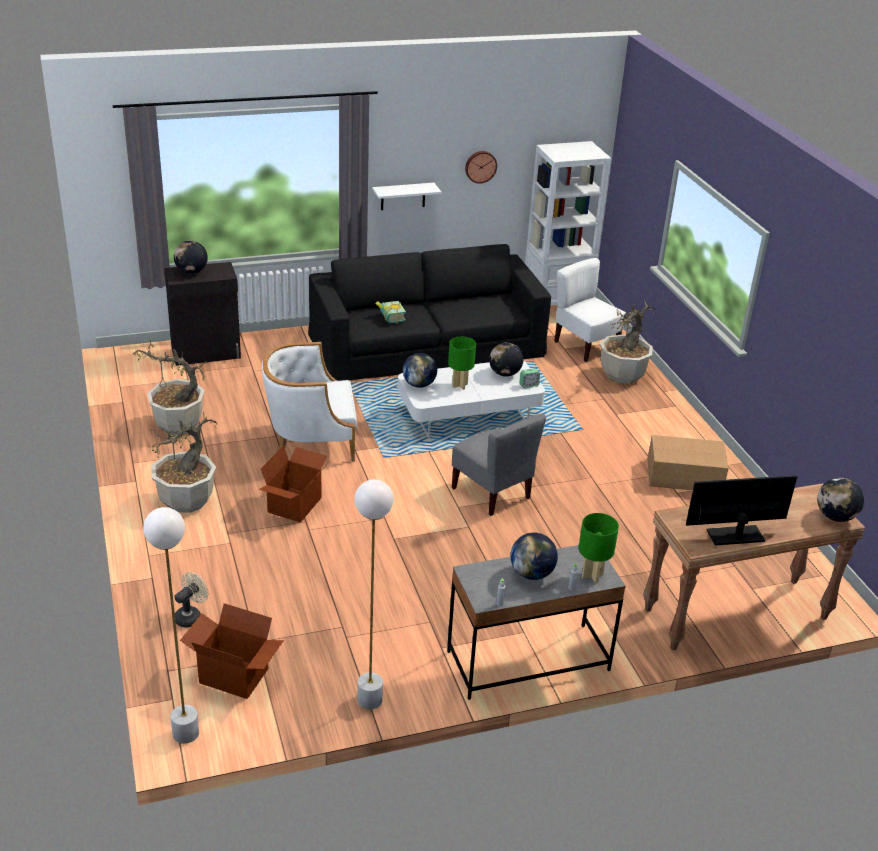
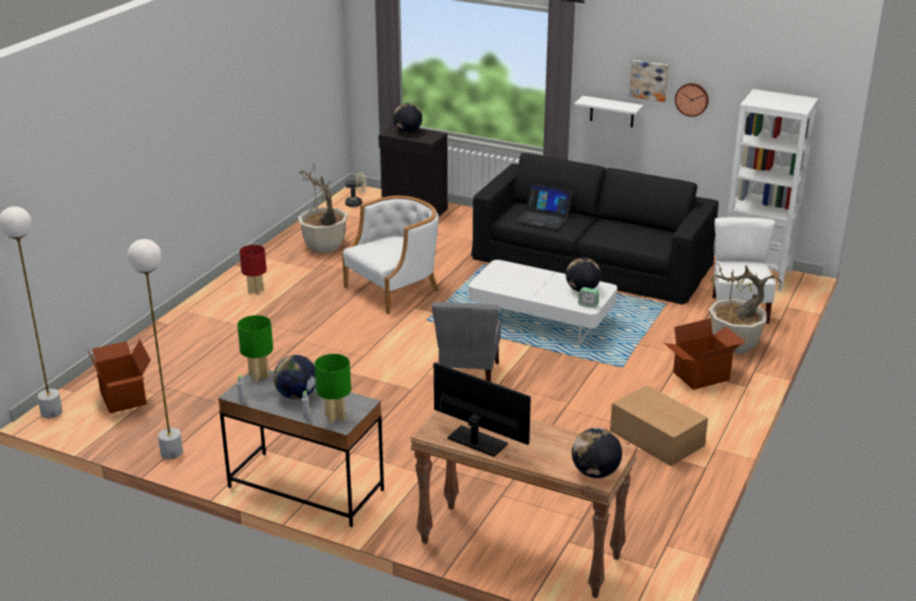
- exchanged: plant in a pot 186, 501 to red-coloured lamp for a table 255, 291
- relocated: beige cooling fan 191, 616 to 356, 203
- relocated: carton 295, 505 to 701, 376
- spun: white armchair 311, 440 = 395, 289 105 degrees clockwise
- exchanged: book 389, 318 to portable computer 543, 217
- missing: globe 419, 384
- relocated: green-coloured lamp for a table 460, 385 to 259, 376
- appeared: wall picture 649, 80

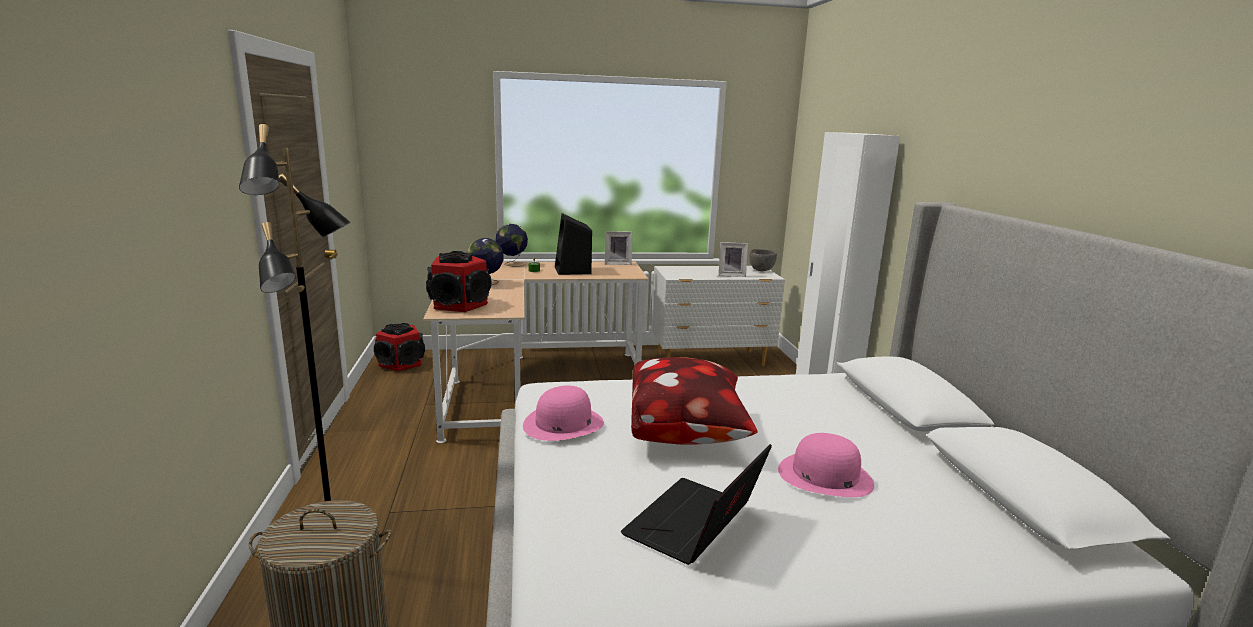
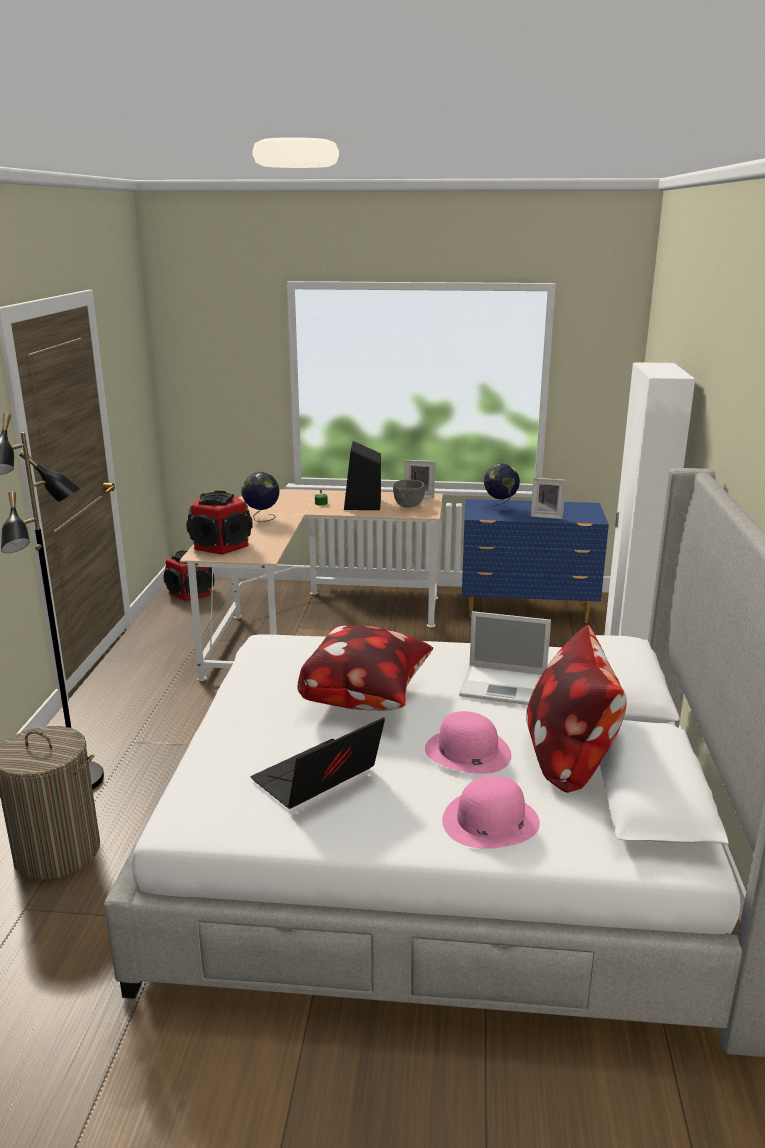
- relocated: globe 512, 264 to 500, 508
- relocated: pinkish hat 563, 424 to 490, 821
- colour: white chest of drawers 711, 360 to bluish chest of drawers 528, 611
- relocated: greyish serving bowl 761, 270 to 408, 505
- appeared: portable computer 505, 686
- appeared: pillow 569, 757

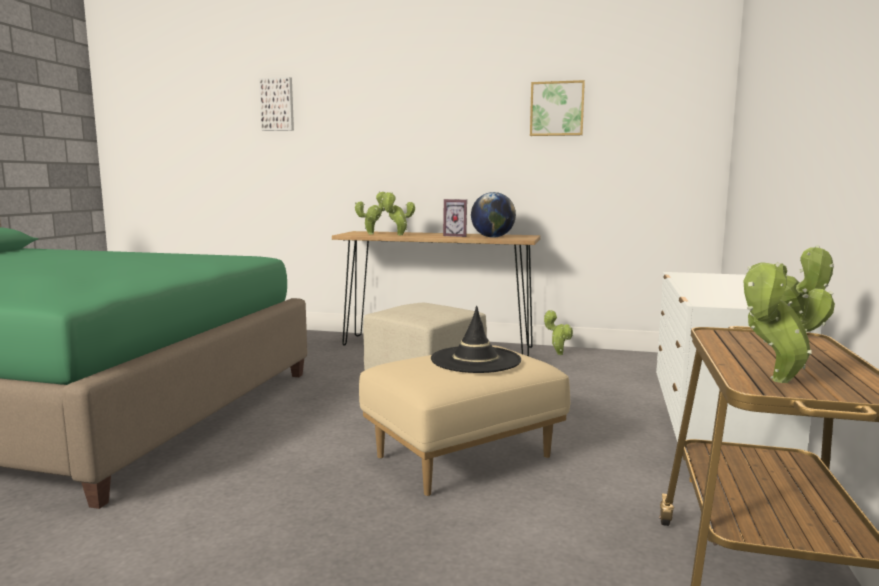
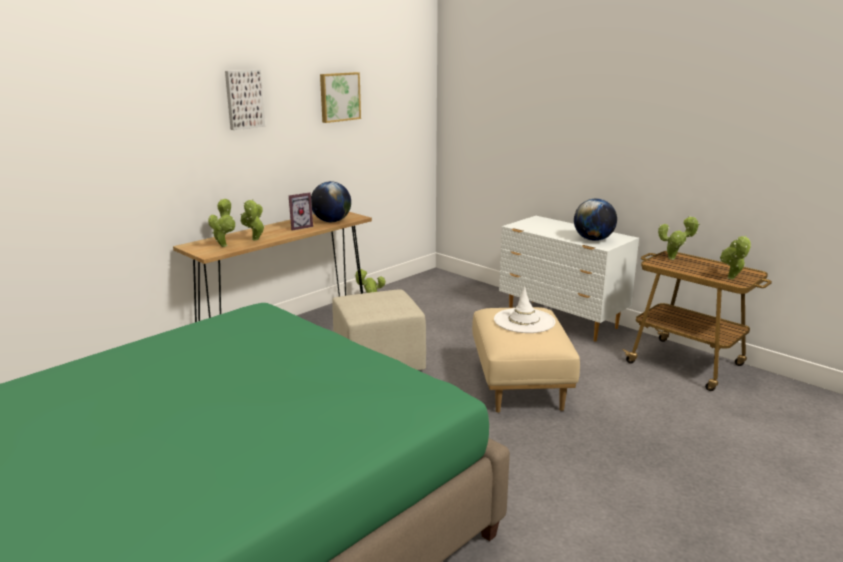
- relocated: wall picture 277, 104 to 244, 99
- colour: black-coloured hat 475, 360 to white hat 524, 321
- appeared: globe 593, 240

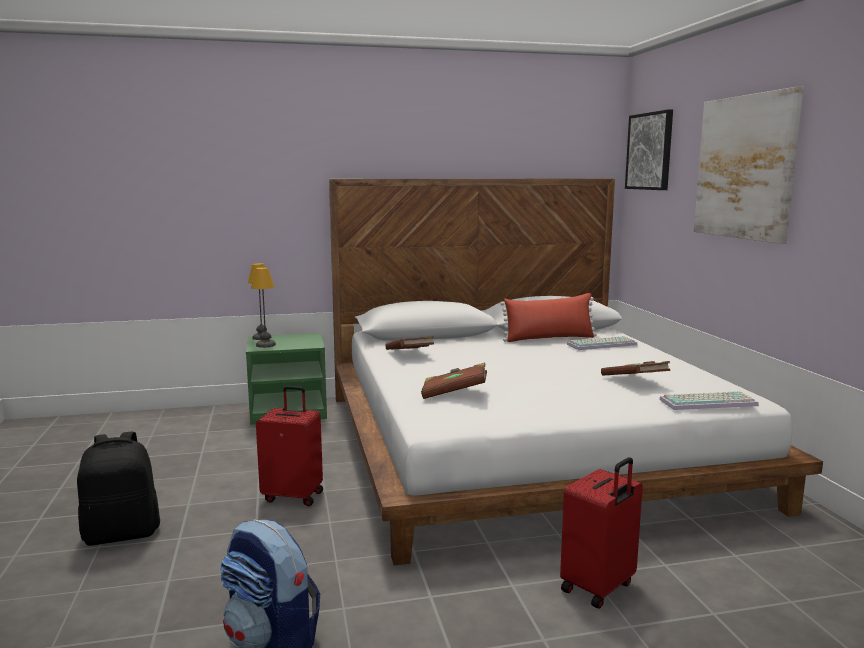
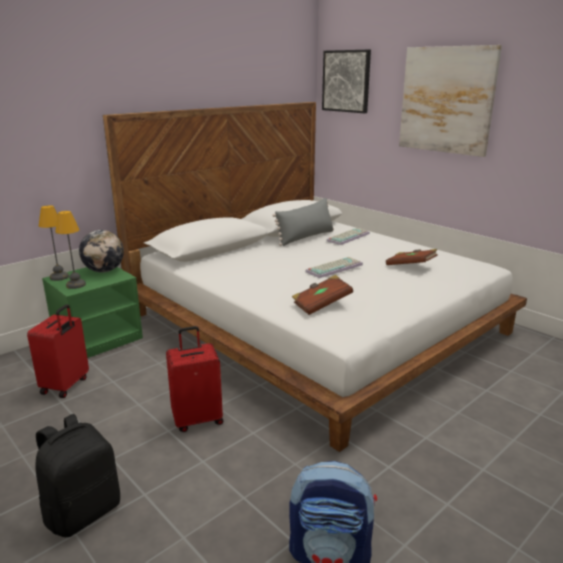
- missing: brown book 410, 354
- colour: red-coloured pillow 549, 338 to greyish pillow 305, 237
- relocated: red-coloured travel case 599, 588 to 66, 386
- relocated: keyboard 708, 402 to 334, 268
- appeared: globe 104, 271

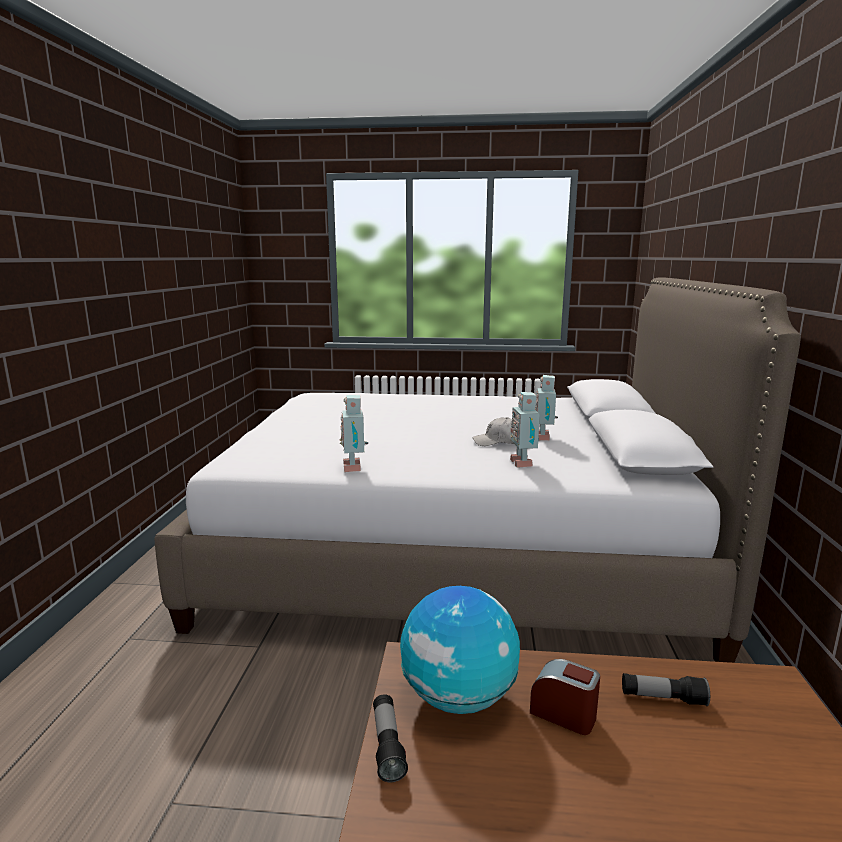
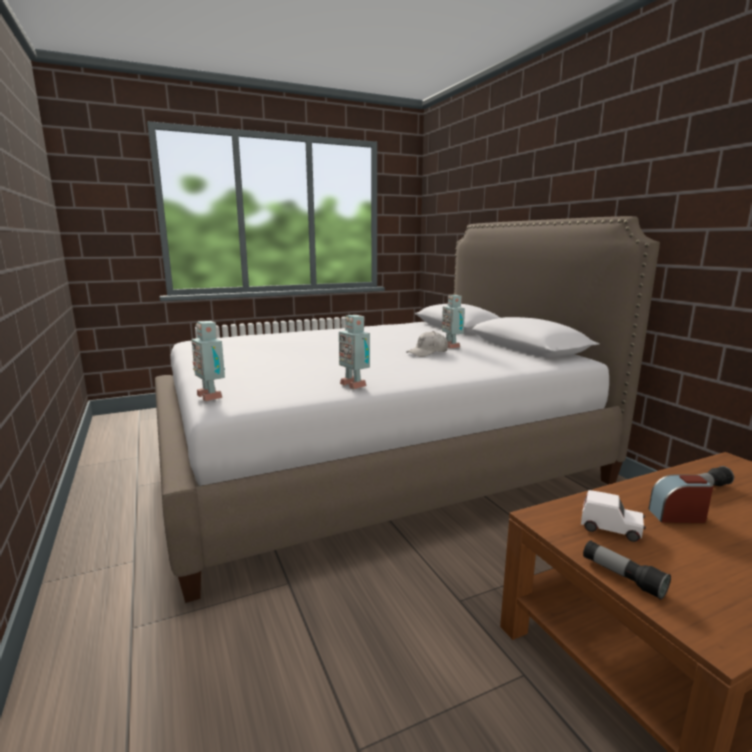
- exchanged: globe 459, 697 to white miniature car 611, 529
- relocated: toy robot 523, 463 to 211, 396

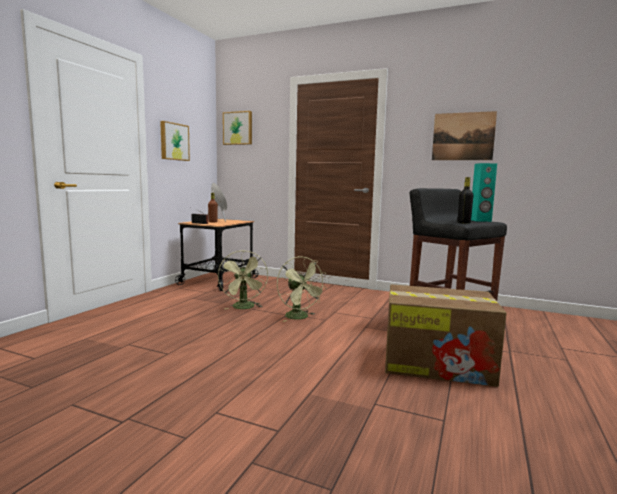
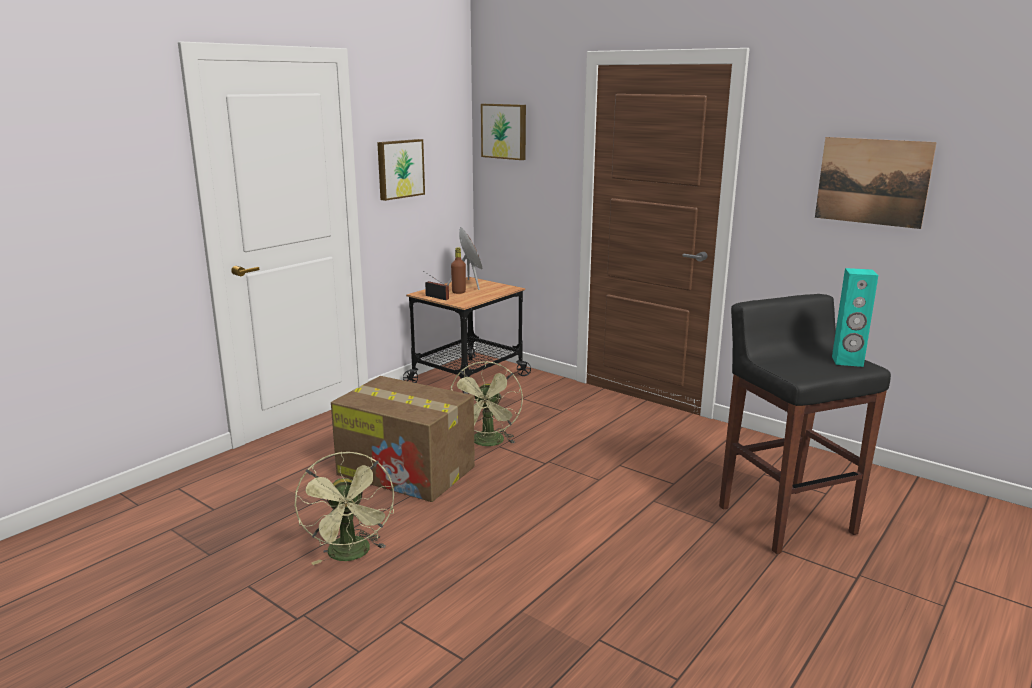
- relocated: green-coloured cooling fan 300, 317 to 351, 555
- relocated: carton 438, 363 to 408, 471
- missing: black-coloured beverage bottle 463, 223

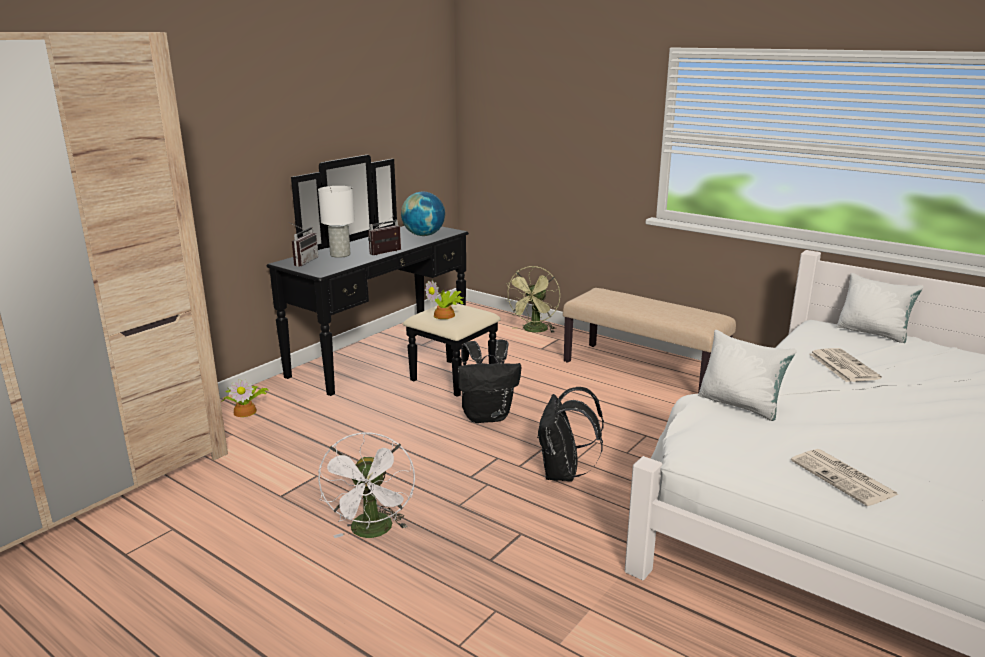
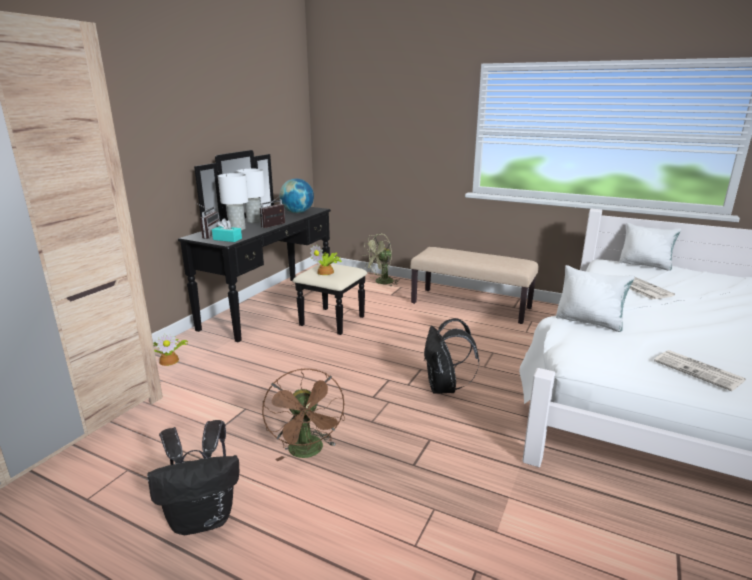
- colour: white cooling fan 373, 532 to brown cooling fan 308, 452
- relocated: black-coloured backpack 487, 416 to 203, 518
- spun: green-coloured cooling fan 534, 330 = 381, 282 45 degrees clockwise
- appeared: turquoise-coloured box of tissues 227, 239
- appeared: white lamp for a table 254, 221

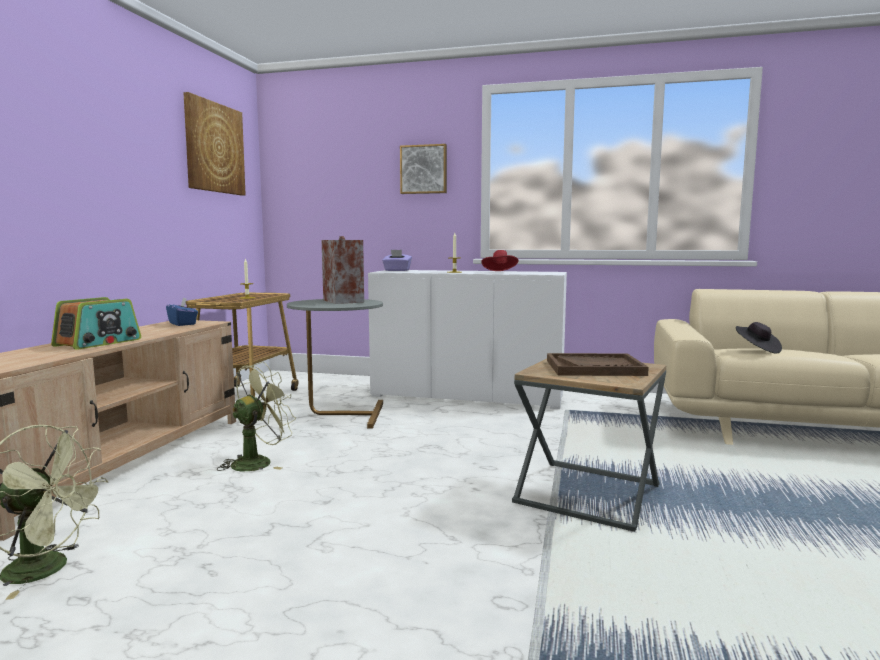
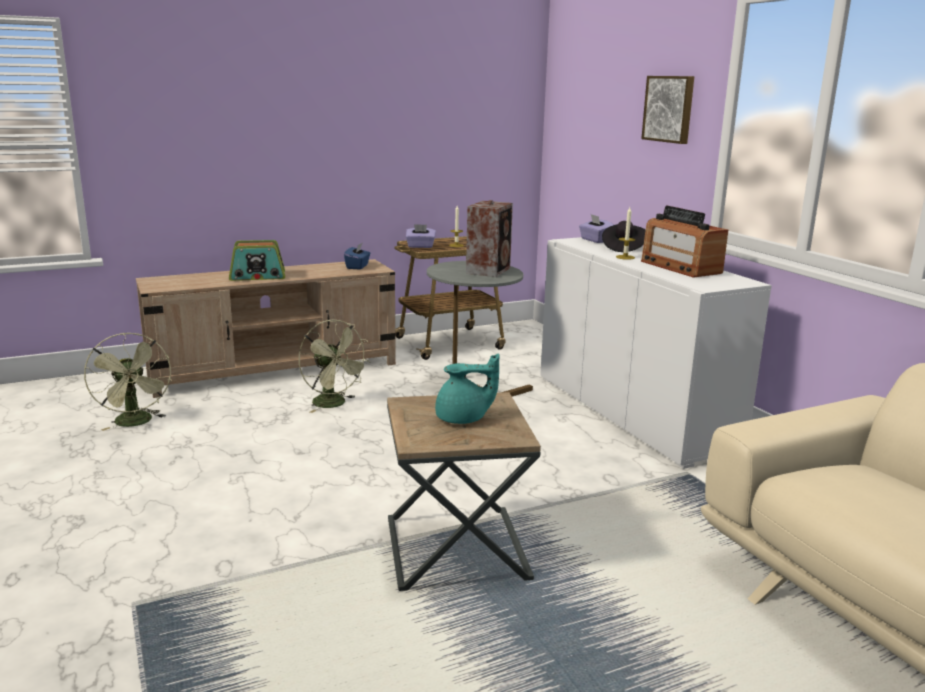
- missing: wall picture 214, 148
- spun: green-coloured cooling fan 258, 462 = 334, 404 45 degrees clockwise
- exchanged: red-coloured hat 500, 272 to radio 680, 267
- exchanged: brown serving tray 594, 368 to turquoise-coloured tea pot 463, 419
- relocated: black-coloured hat 757, 349 to 623, 248
- appeared: purple box of tissues 420, 246

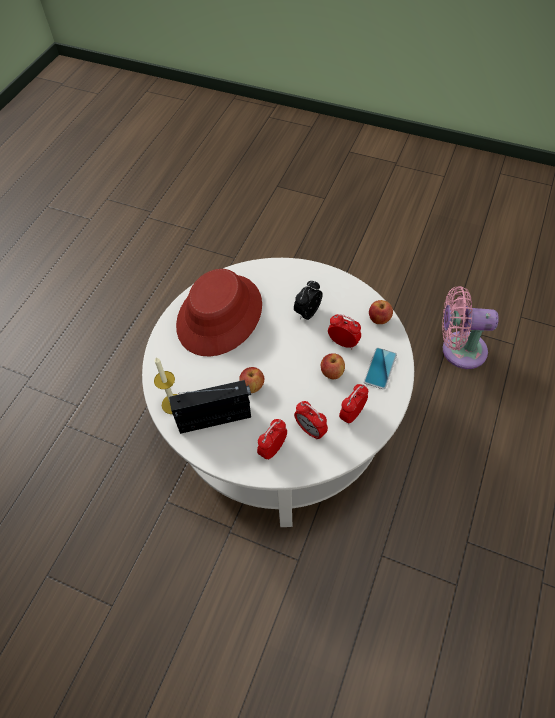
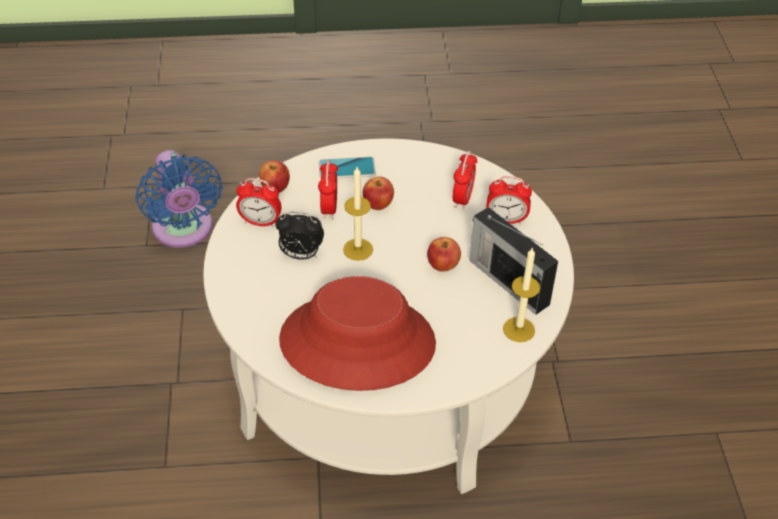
- relocated: table clock 352, 414 to 260, 222
- colour: pinkish cooling fan 459, 349 to bluish cooling fan 184, 231
- appeared: wax candle 358, 249

